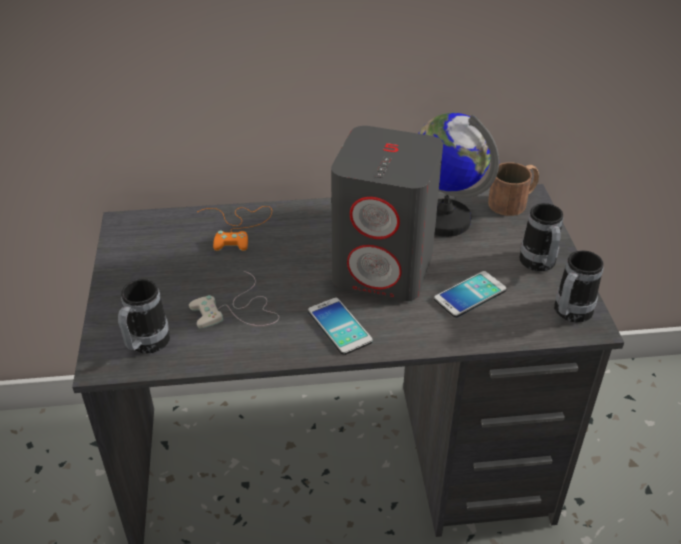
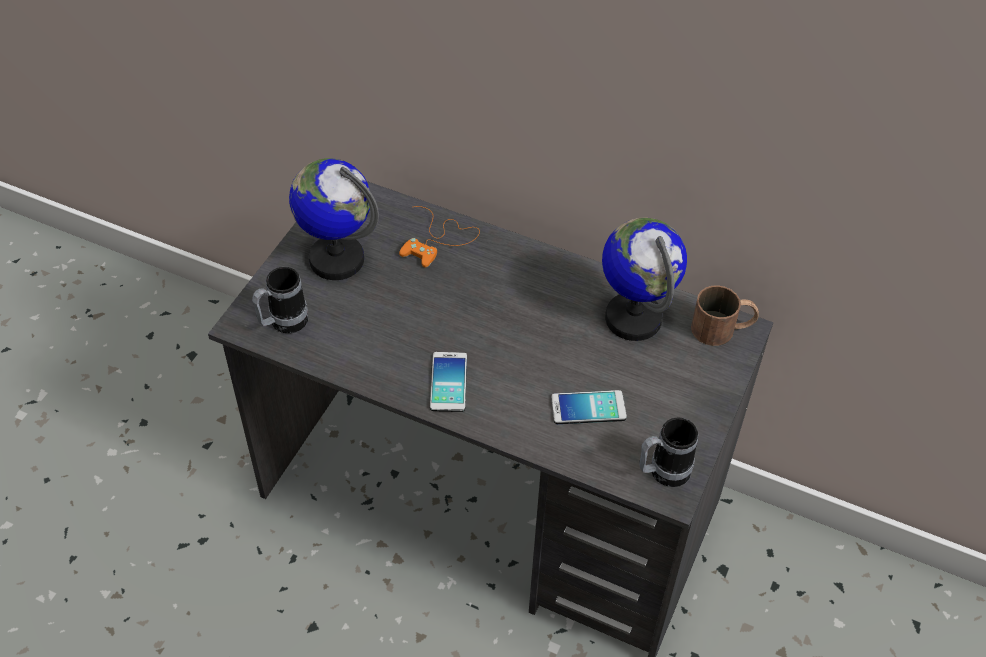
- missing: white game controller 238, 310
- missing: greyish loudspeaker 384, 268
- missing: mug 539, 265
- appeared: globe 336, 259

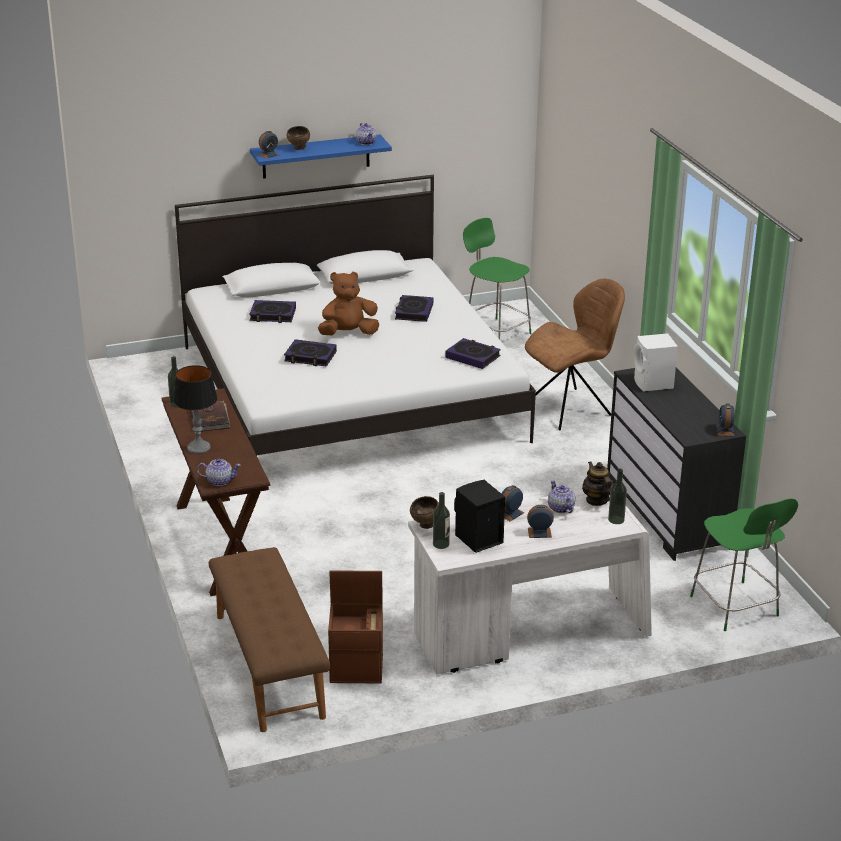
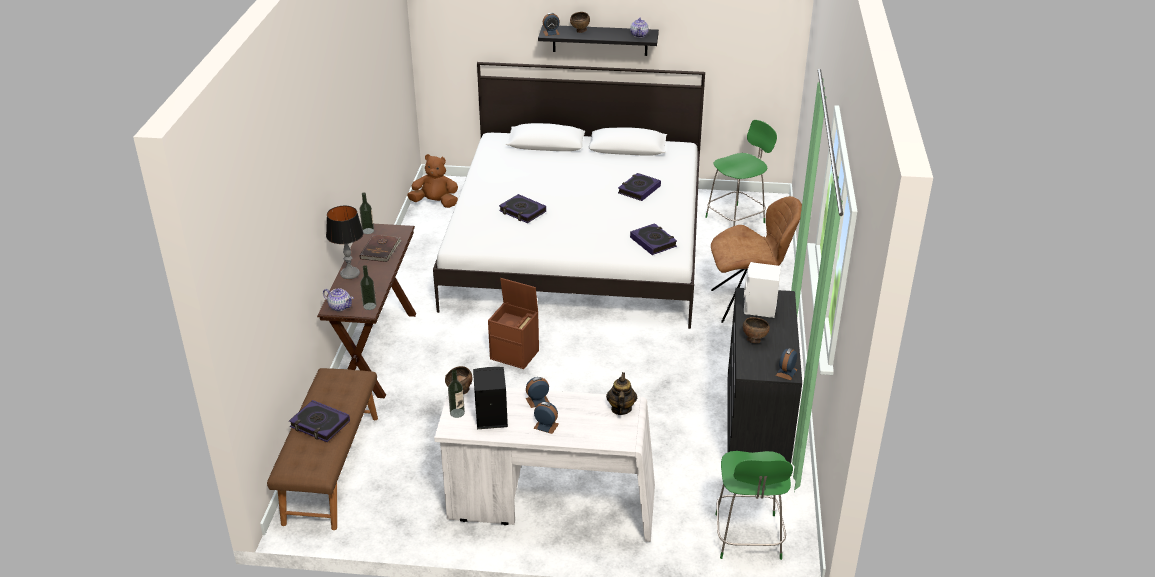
- relocated: book 273, 315 to 320, 424
- colour: bluish shelf 316, 156 to black-coloured shelf 600, 40
- relocated: brown soft toy 348, 333 to 435, 203
- relocated: brown storage container 357, 668 to 515, 354
- spun: green-coloured upright chair 495, 332 = 737, 219 75 degrees clockwise
- missing: tea pot 560, 508
- relocated: beverage bottle 616, 520 to 369, 306
- appeared: brown serving bowl 754, 340

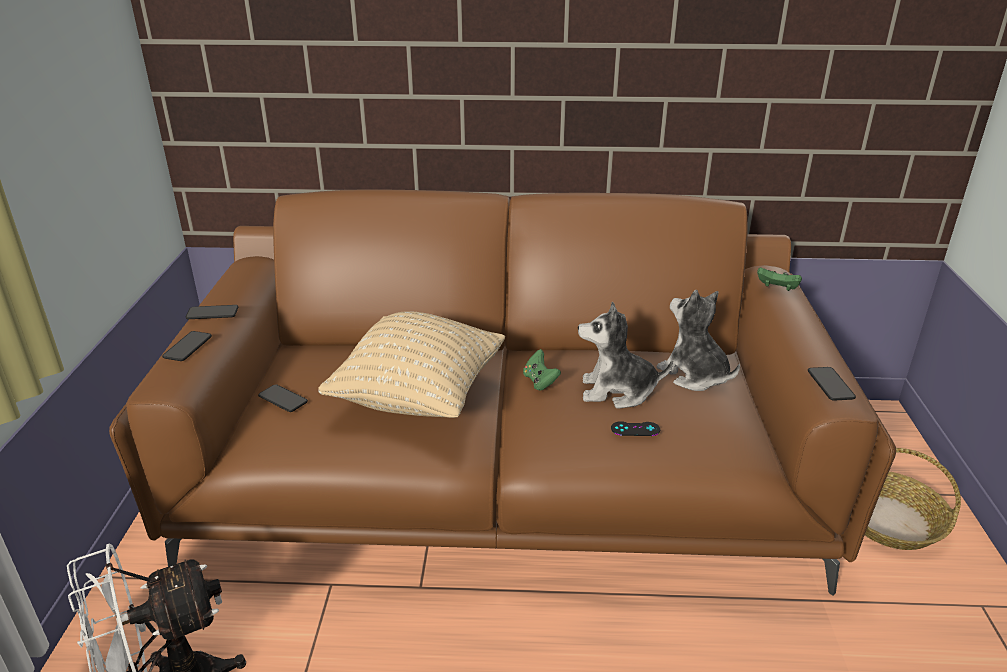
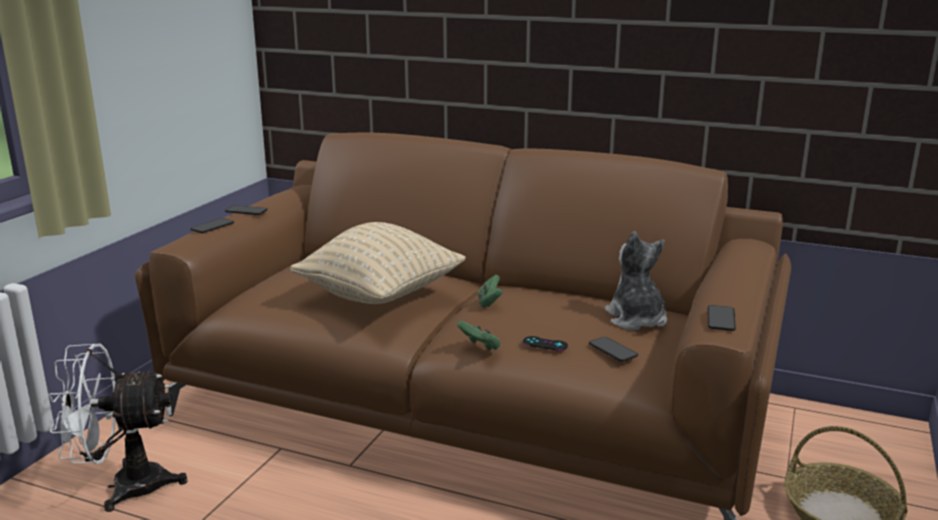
- relocated: phone 283, 399 to 613, 350
- missing: soft toy 617, 391
- relocated: green-coloured game controller 777, 289 to 480, 347

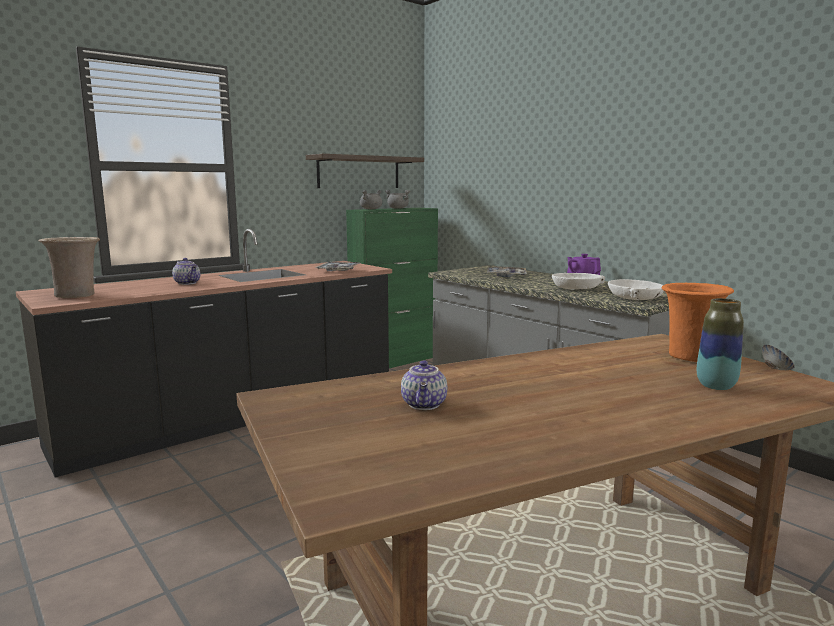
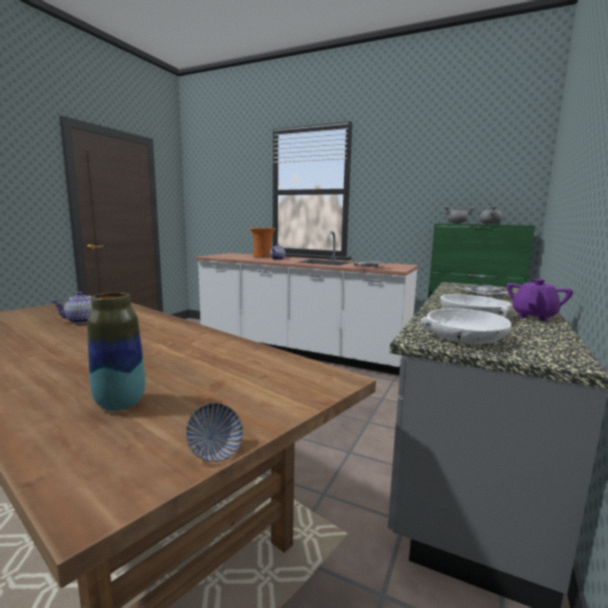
- colour: black-coloured kitchen counter 235, 417 to white kitchen counter 299, 350
- missing: beige vase 76, 295
- missing: shelf 359, 172
- relocated: orange vase 689, 356 to 262, 257

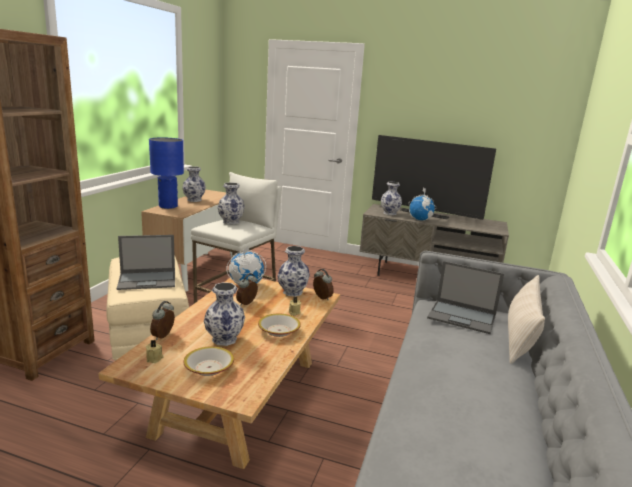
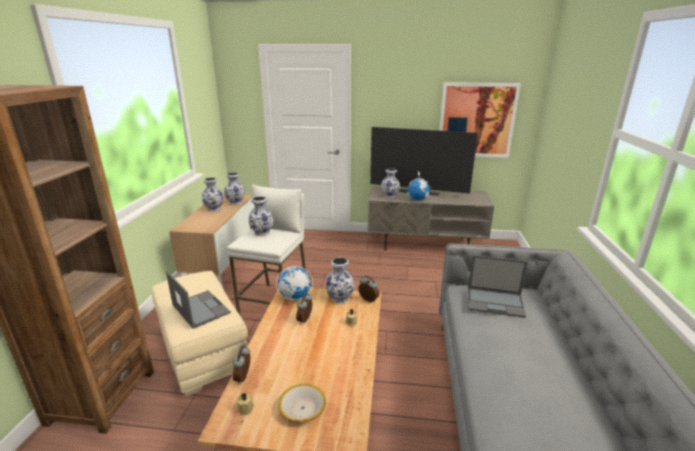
- spun: portable computer 148, 280 = 200, 308 105 degrees counterclockwise
- missing: bluish lamp for a table 168, 206
- relocated: vase 224, 339 to 235, 202
- missing: serving bowl 279, 331
- missing: beige pillow 519, 339
- appeared: wall picture 476, 120

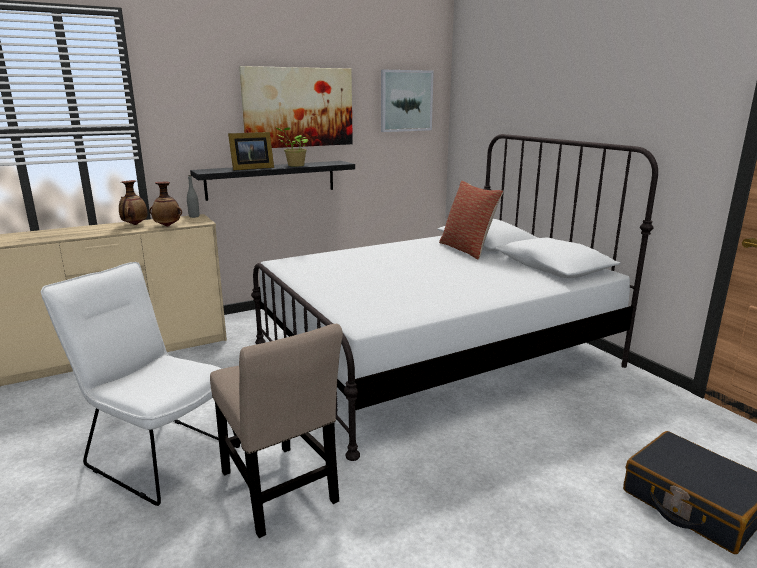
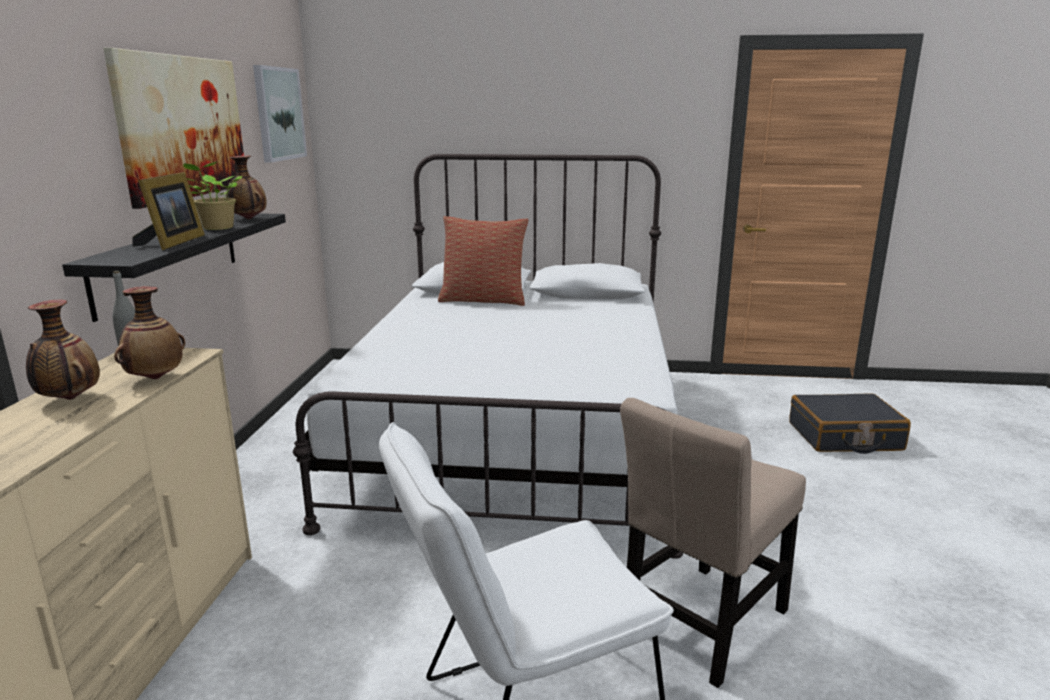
- spun: beige upright chair 280, 491 = 701, 625 135 degrees clockwise
- appeared: vase 248, 219

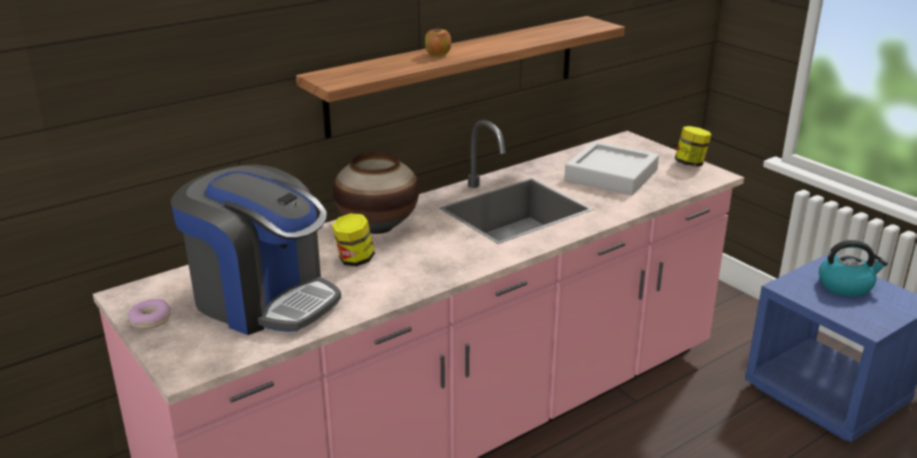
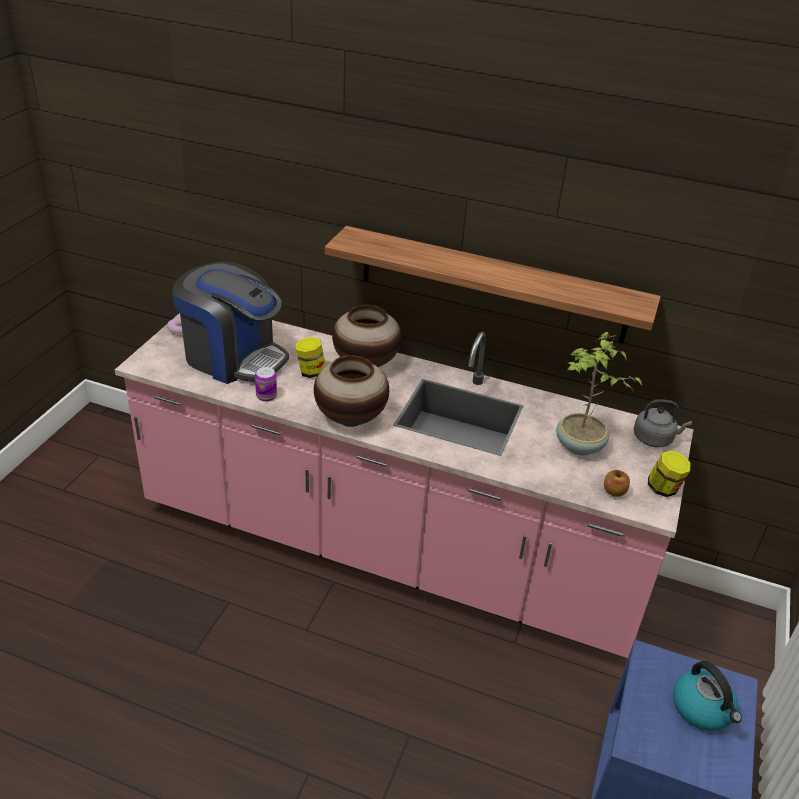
- spun: coffee brewer 263, 299 = 233, 357 60 degrees counterclockwise
- relocated: apple 438, 54 to 614, 492
- exchanged: greyish serving tray 611, 175 to plant in a pot 579, 447
- appeared: sealed can 266, 396
- appeared: vase 350, 418
- appeared: greyish tea kettle 655, 439

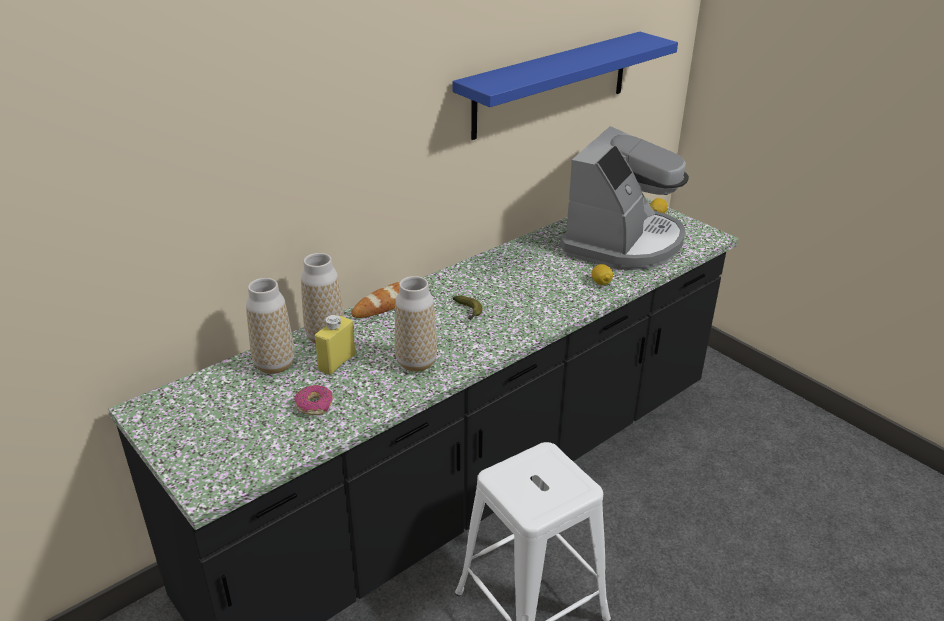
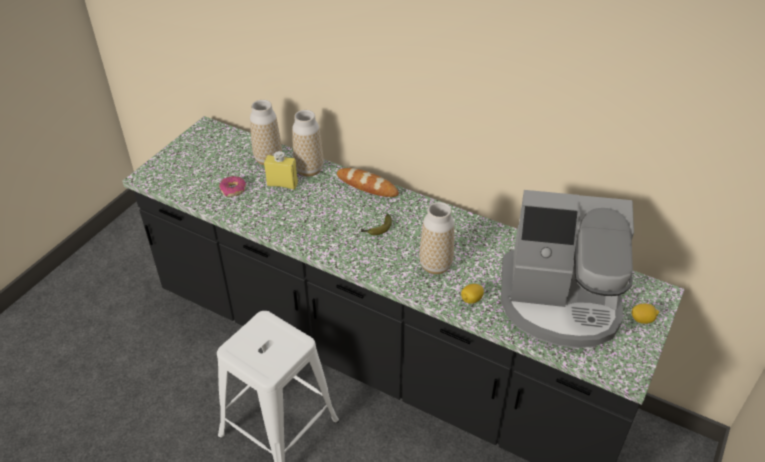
- relocated: vase 416, 362 to 435, 265
- missing: bluish shelf 551, 84

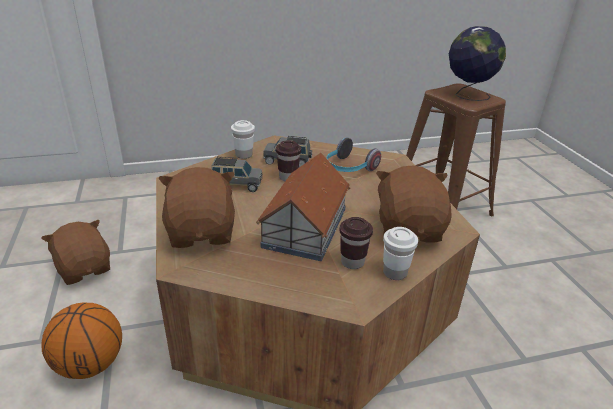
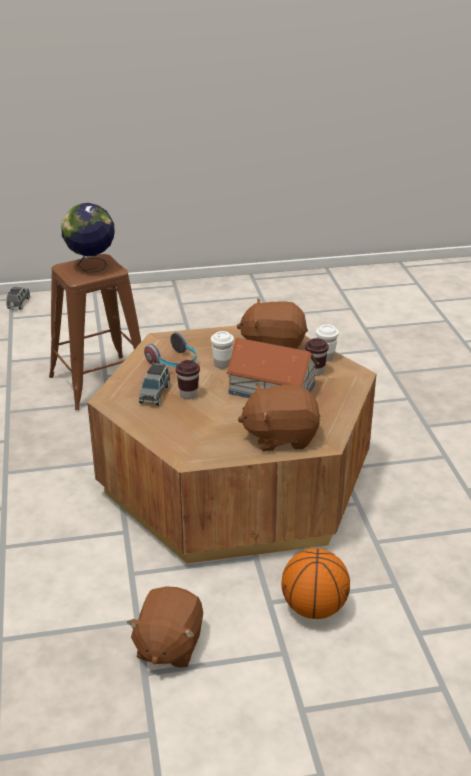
- spun: brown soft toy 85, 268 = 168, 645 45 degrees counterclockwise
- relocated: greyish miniature car 236, 185 to 18, 303
- relocated: white cup 244, 155 to 222, 364

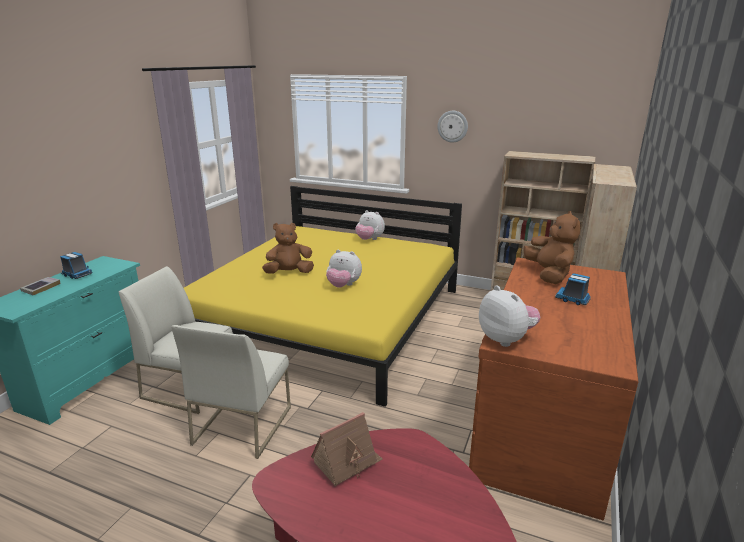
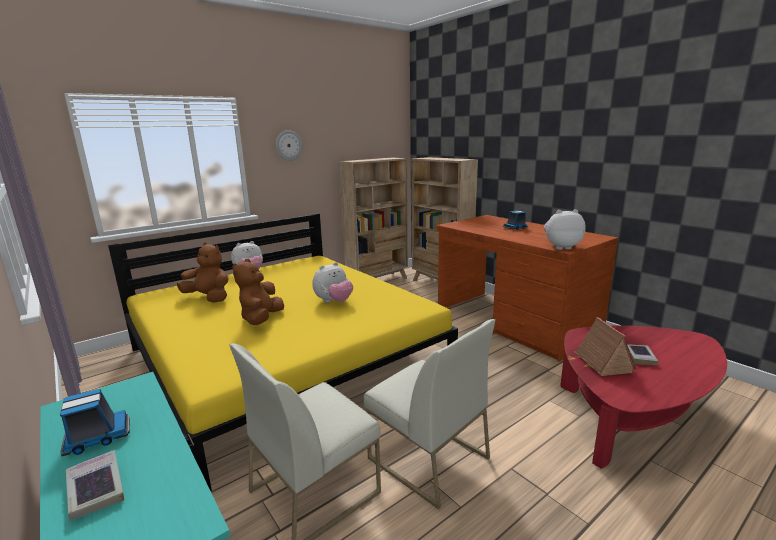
- relocated: brown soft toy 549, 275 to 209, 298
- appeared: book 640, 357

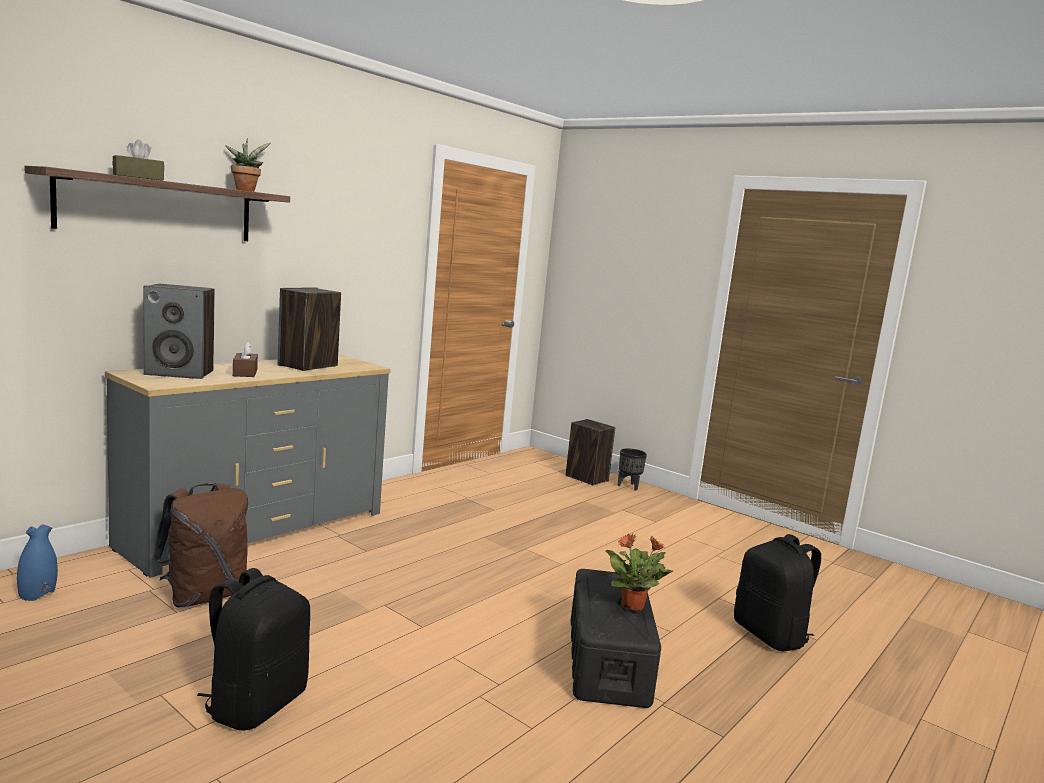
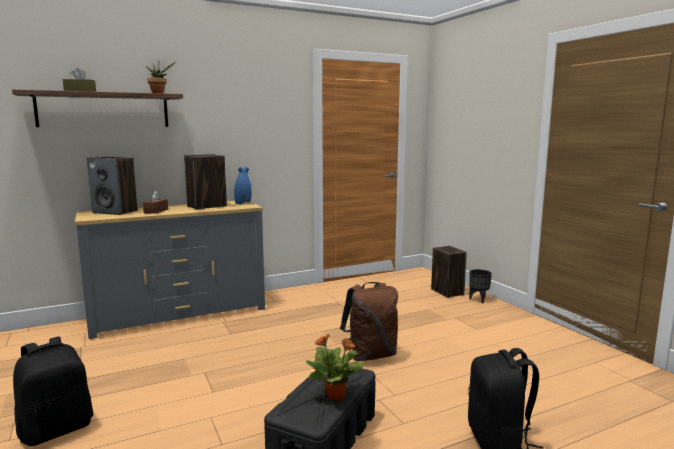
- relocated: bluish vase 38, 594 to 243, 203
- relocated: brown backpack 204, 596 to 371, 355

